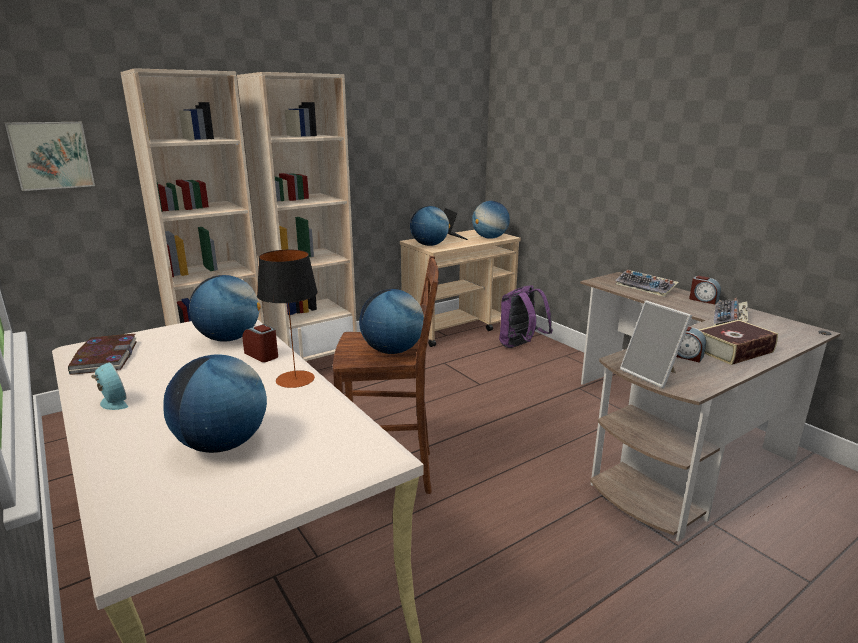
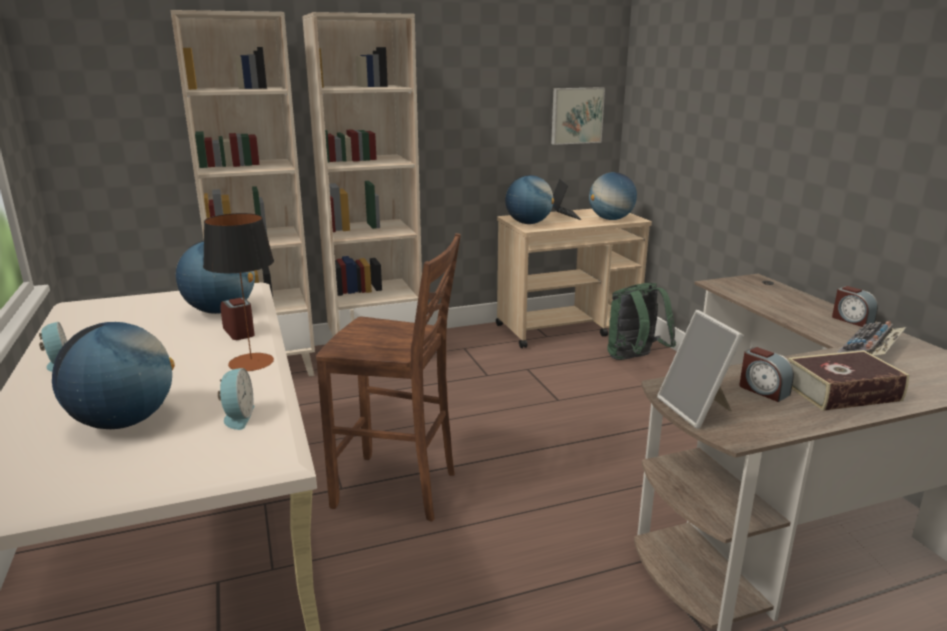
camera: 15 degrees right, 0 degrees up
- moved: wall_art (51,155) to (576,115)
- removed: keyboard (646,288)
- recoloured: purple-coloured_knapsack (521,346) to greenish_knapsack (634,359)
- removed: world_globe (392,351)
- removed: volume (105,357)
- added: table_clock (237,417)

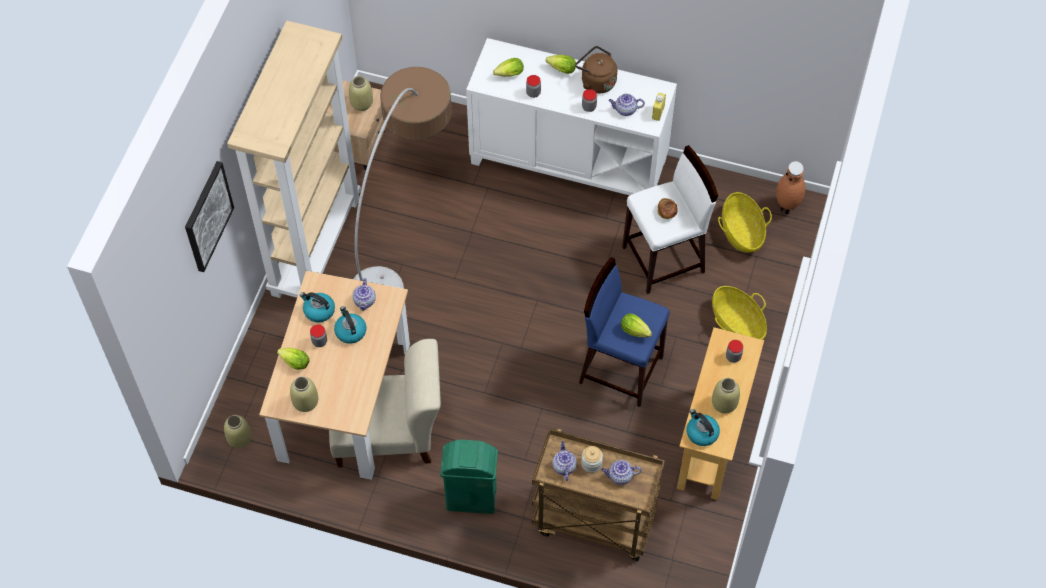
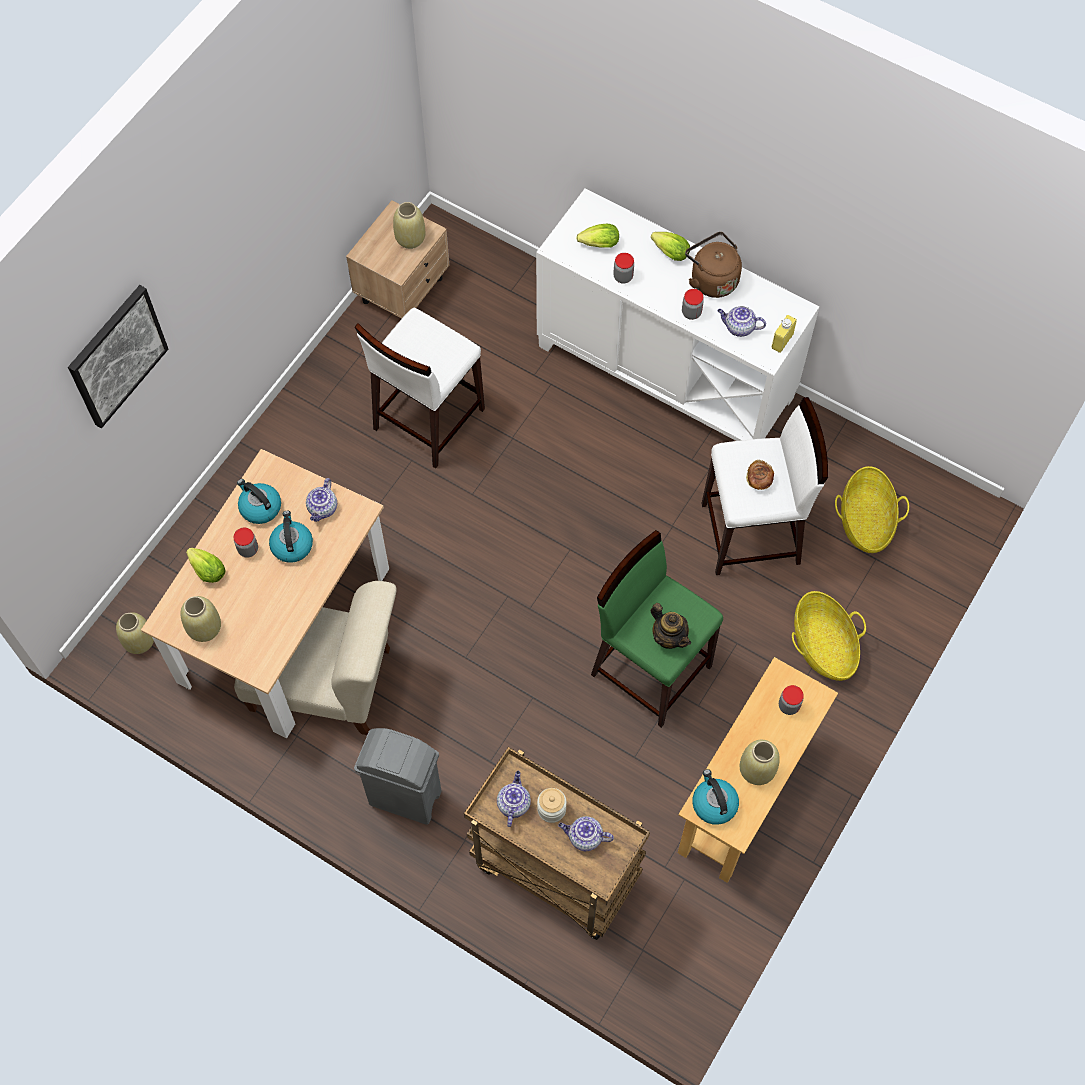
camera: 15 degrees right, 5 degrees up
- removed: beige_bookshelf (315,245)
- replaced: standard_lamp (405,233) to white-coloured_stool (427,419)
- removed: brown_decorative_vase (787,207)
- recoloured: bluish_stool (620,369) to greenish_stool (651,669)
- replaced: lettuce_head (636,332) to teapot (669,637)
- recoloured: greenish_rubbish_bin (470,499) to grey_rubbish_bin (404,797)

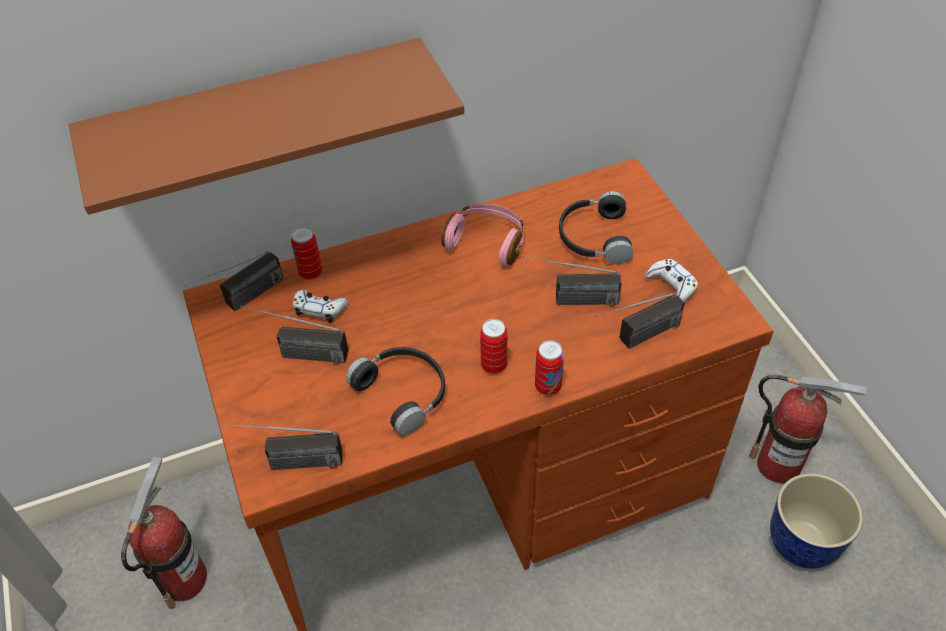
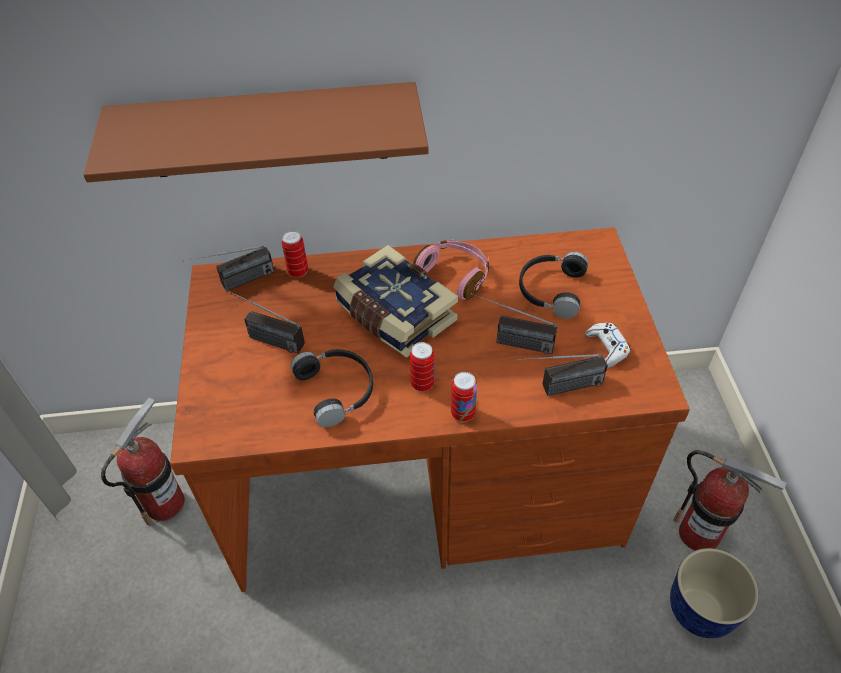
camera: 15 degrees right, 0 degrees up
- removed: white-coloured_game_controller (320,309)
- removed: radio_receiver (287,463)
- added: volume (394,315)

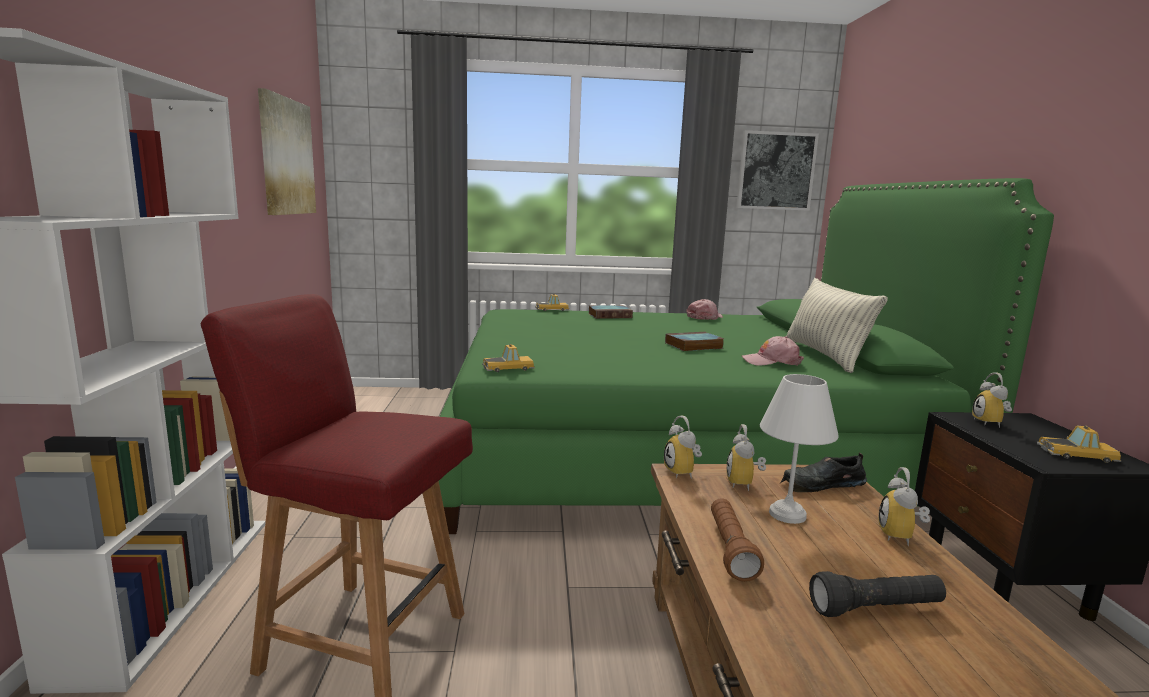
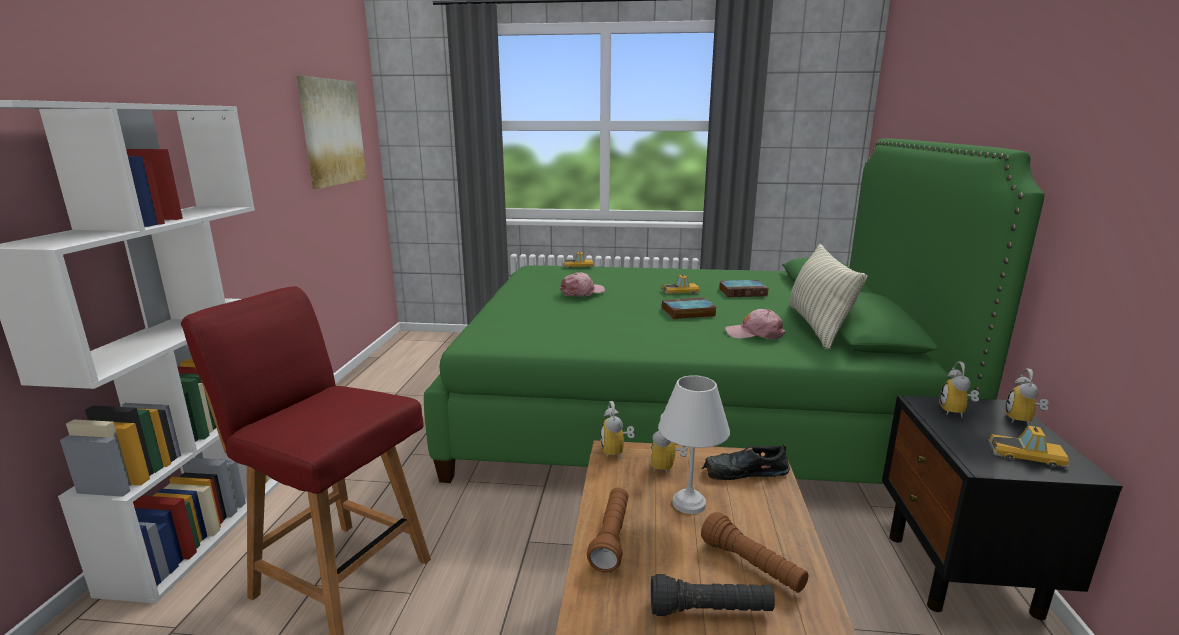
camera: 10 degrees right, 5 degrees up
- removed: wall_art (775,171)
- moved: pink_peaked_cap (705,317) to (582,292)
- moved: volume (610,315) to (743,292)
- moved: model_car (509,368) to (681,292)
- moved: table_clock (902,537) to (1023,421)
- added: brown_hand_torch (752,566)

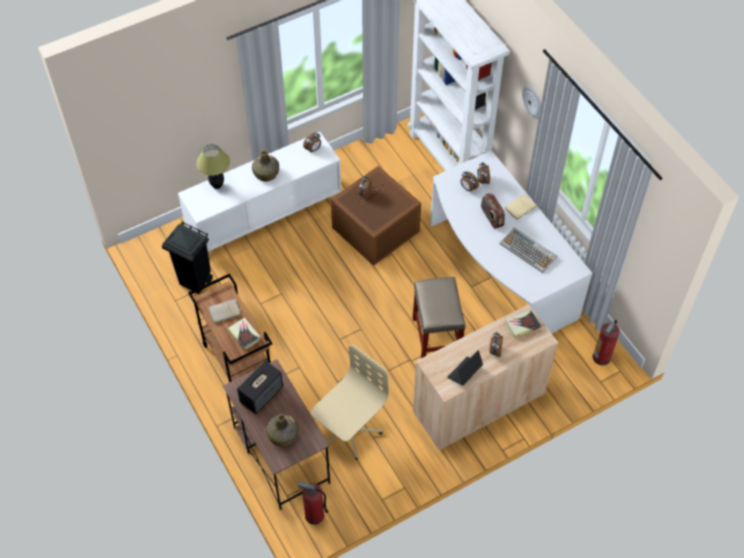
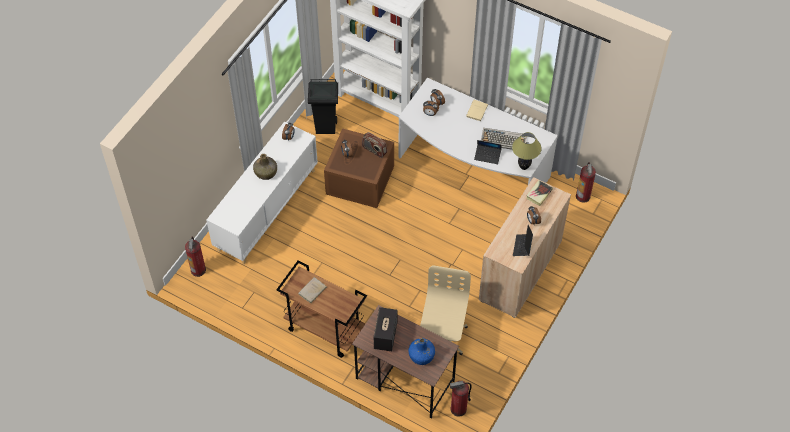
camera: 30 degrees left, 0 degrees up
- removed: clock_on_the_wall (533,102)
- moved: tabletop_lamp (217,185) to (523,167)
- moved: radio_receiver (491,217) to (374,150)
- moved: black_rubbish_bin (195,281) to (326,127)
- removed: beige_stool (436,337)
- removed: volume (244,335)
- recoloured: greenish_bottle (283,435) to bluish_bottle (421,355)
- added: laptop (487,156)
- added: fire_extinguisher (198,270)

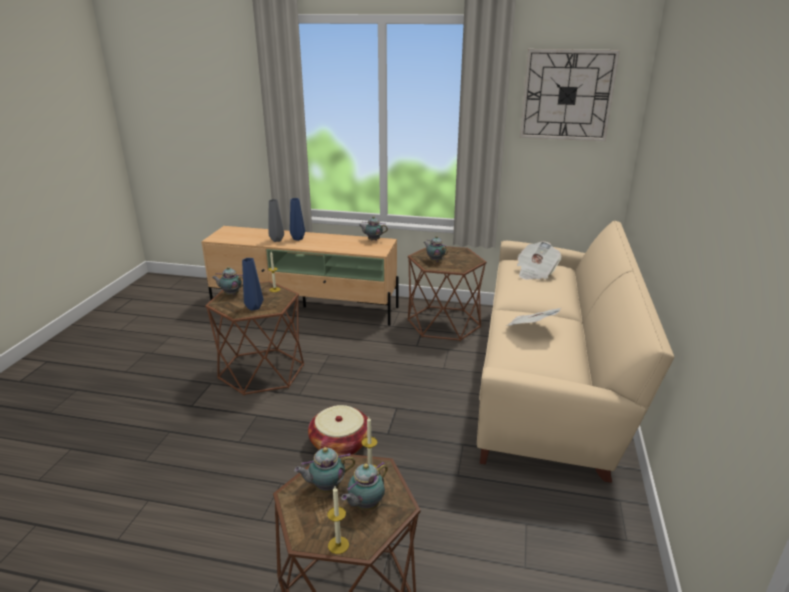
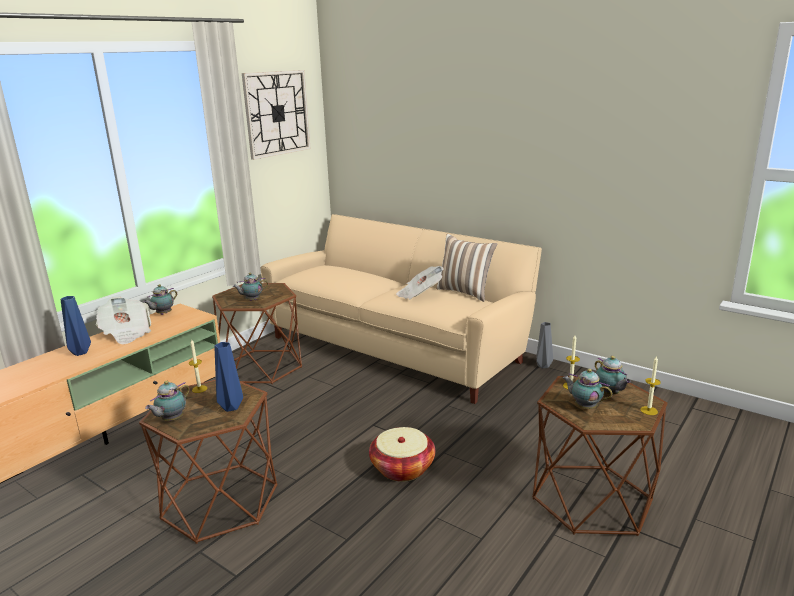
camera: 65 degrees left, 5 degrees down
- moved: grey_decorative_vase (277,240) to (543,365)
- moved: newspaper (535,272) to (126,333)
- turned: teapot (325,487) = (584,407) 120 degrees clockwise
- added: cushion (465,292)

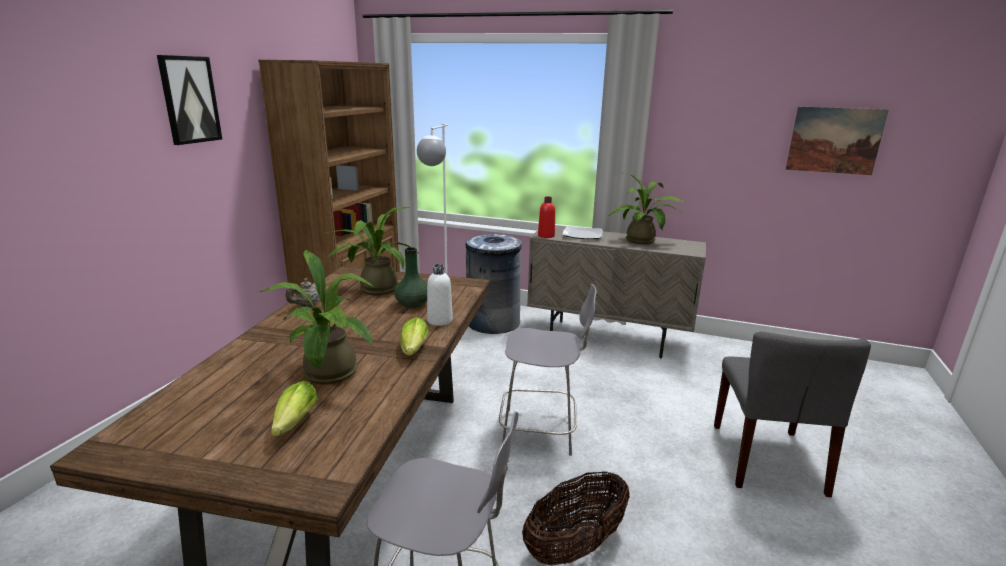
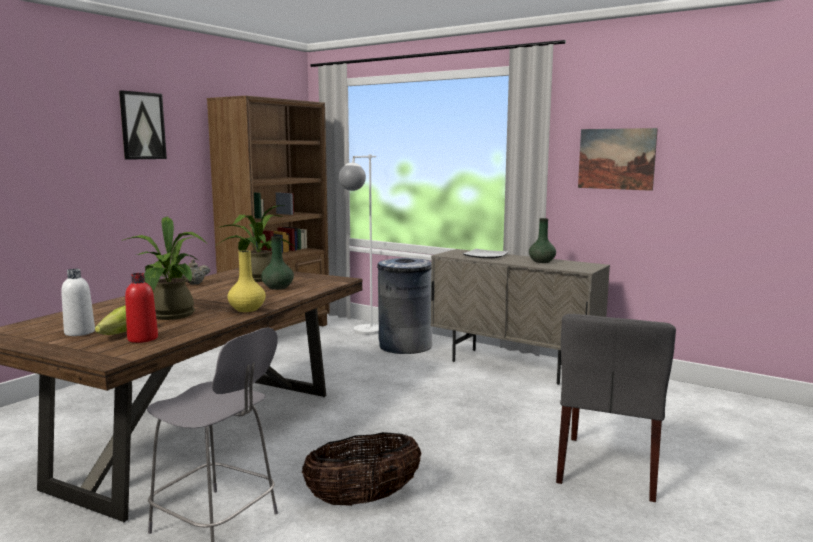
camera: 15 degrees right, 10 degrees down
- moved: wall_art (834,140) to (616,159)
- replaced: plant_in_a_pot (643,241) to greenish_decorative_vase (541,261)
- moved: red_bottle (546,236) to (142,339)
- moved: white-coloured_bottle (440,320) to (79,332)
- removed: grey_stool (541,432)
- replaced: lettuce_head (413,351) to yellowish_decorative_vase (247,309)

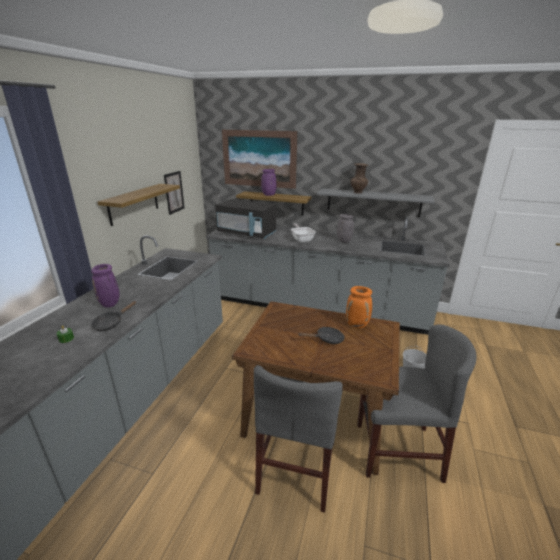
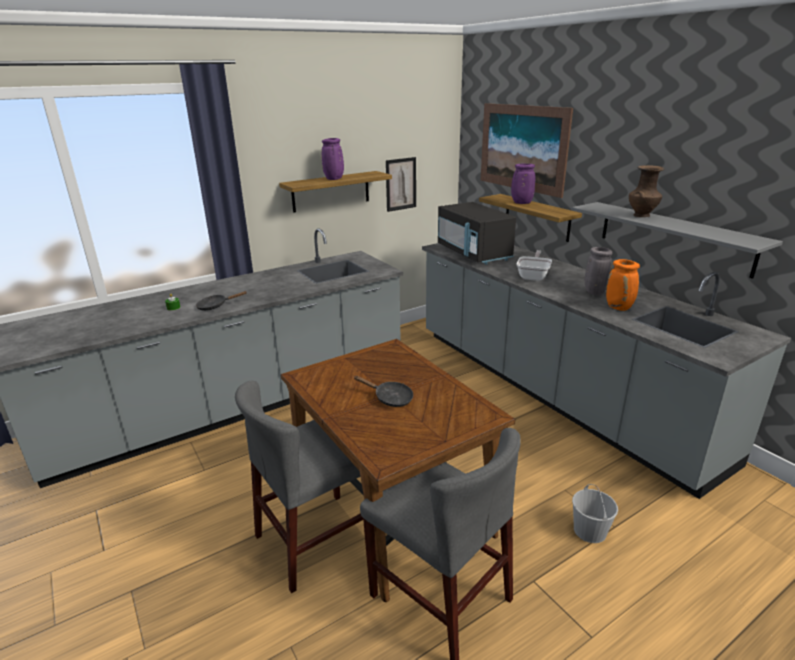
camera: 40 degrees right, 0 degrees up
- moved: purple-coloured_decorative_vase (110,304) to (334,179)
- moved: orange_decorative_vase (357,325) to (619,308)

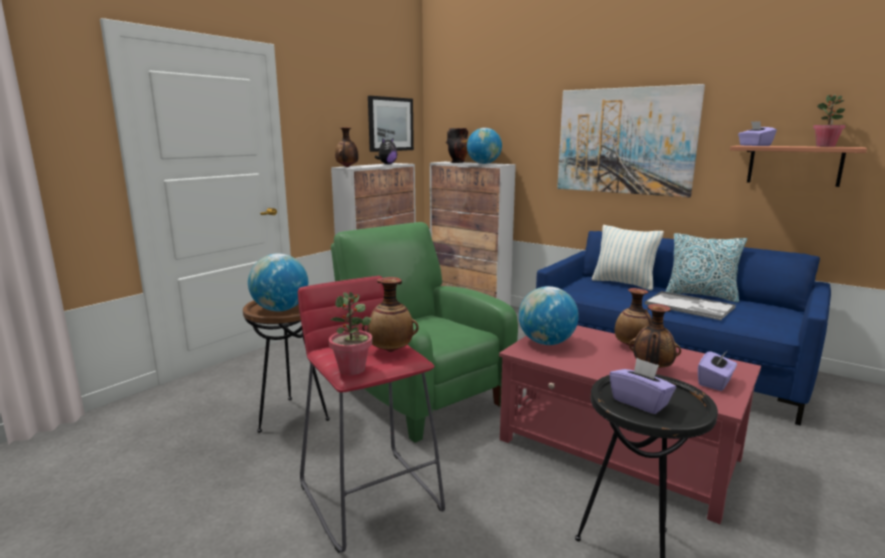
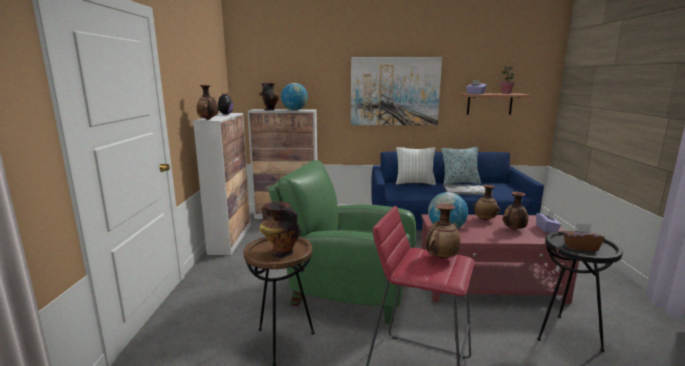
camera: 35 degrees left, 0 degrees up
- removed: wall_art (390,124)
- replaced: world_globe (280,309) to decorative_vase (280,252)
- removed: plant_in_a_pot (352,369)
- recoloured: purple-coloured_tissue_holder (640,402) to brown_tissue_holder (580,247)

